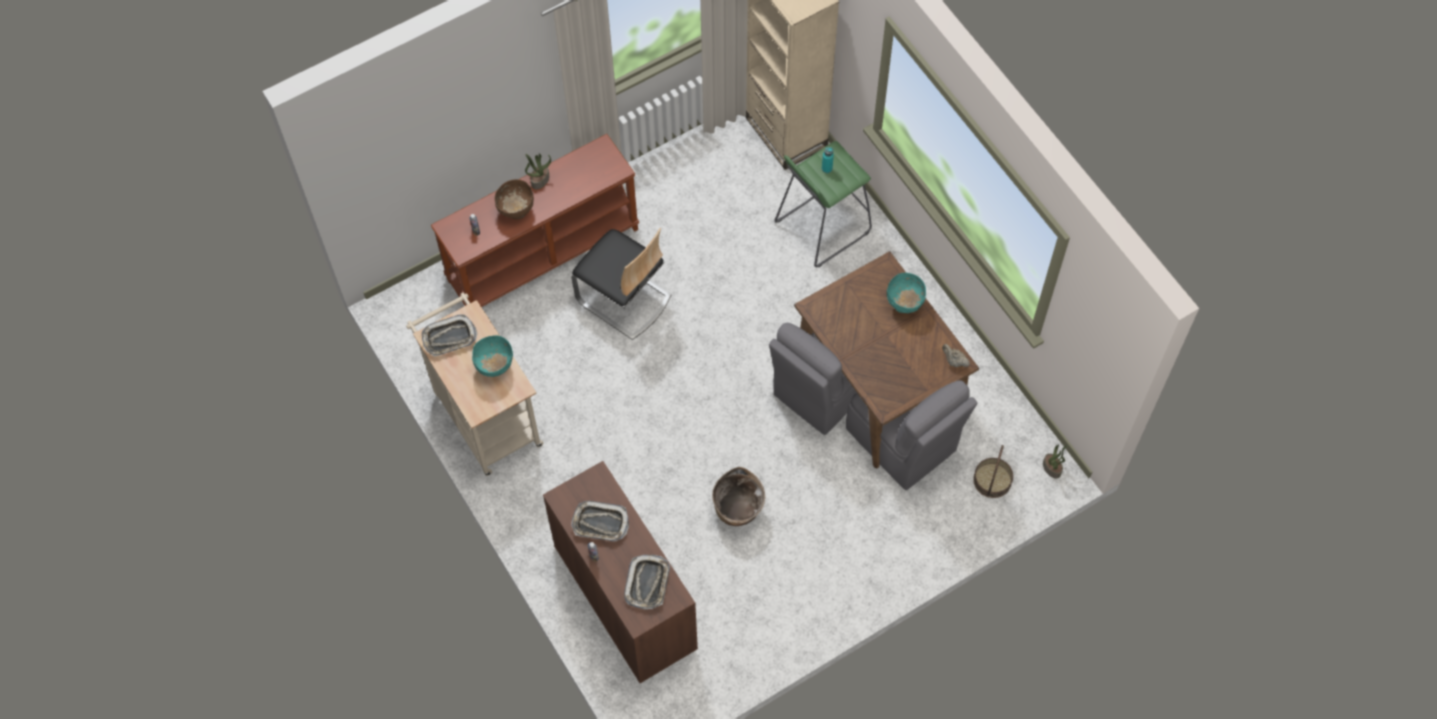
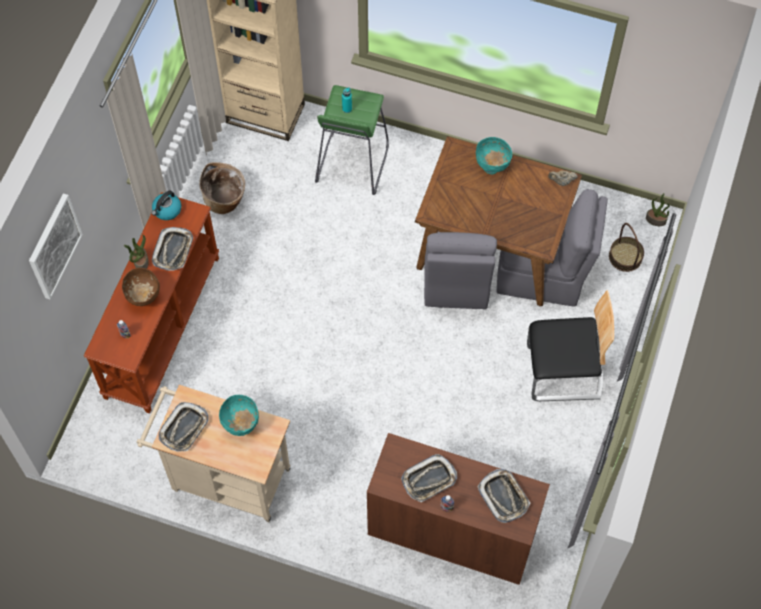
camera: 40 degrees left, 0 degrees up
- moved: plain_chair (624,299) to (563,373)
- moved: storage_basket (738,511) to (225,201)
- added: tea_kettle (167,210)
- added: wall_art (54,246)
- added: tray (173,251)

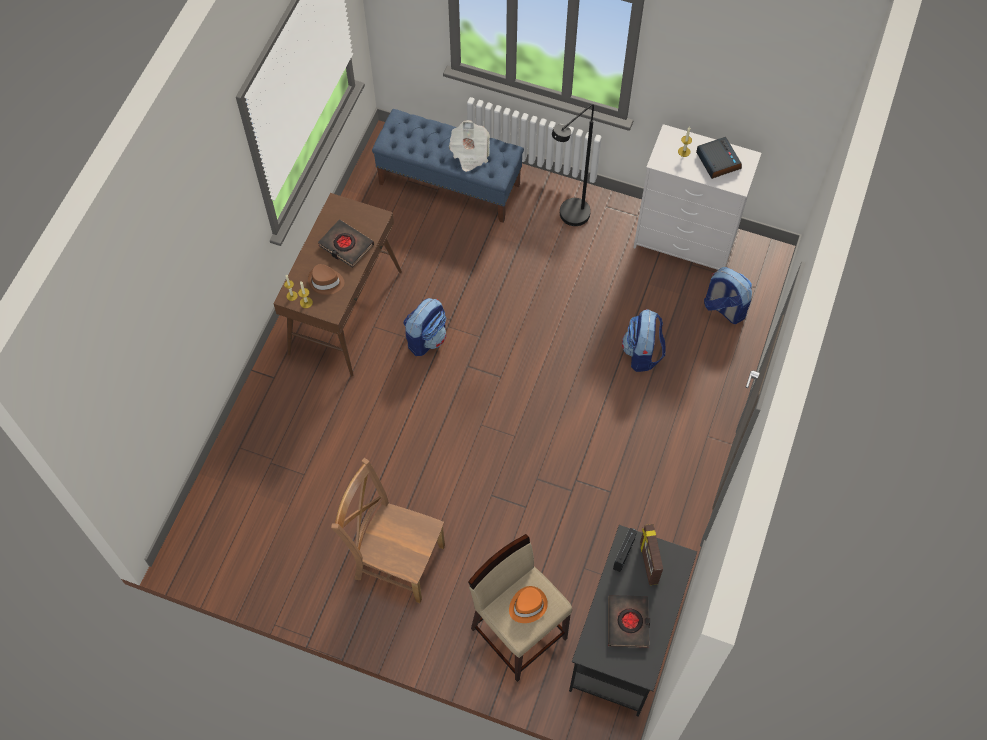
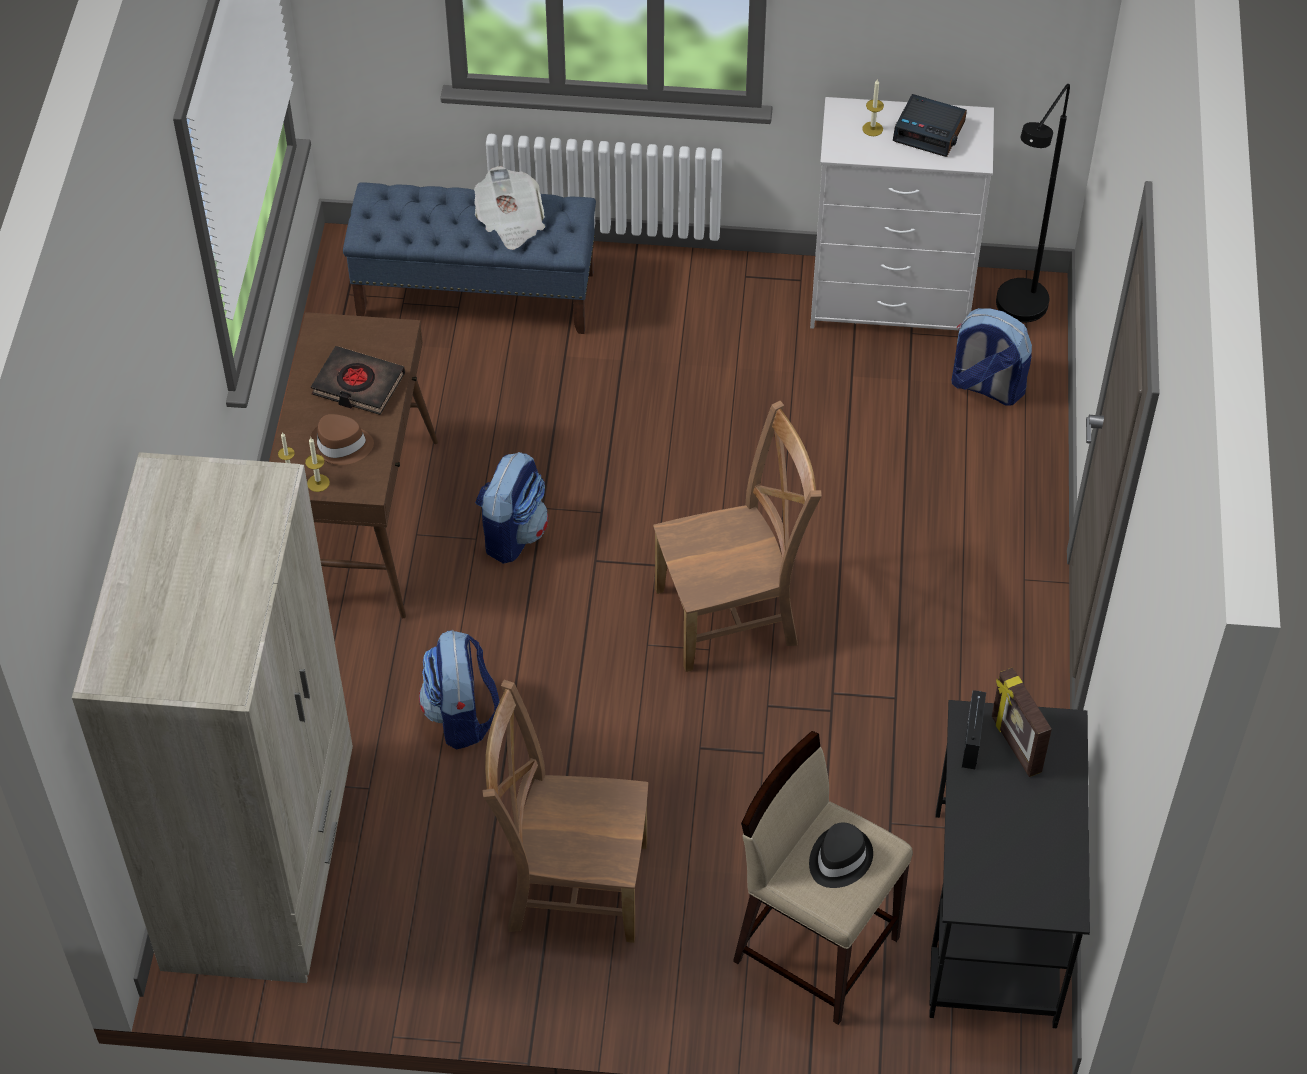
camera: 15 degrees left, 10 degrees down
- moved: black_standard_lamp (569,219) to (1017,314)
- turned: table_clock (717,160) = (930,131) 150 degrees clockwise
- moved: knapsack (642,353) to (461,716)
- recoloured: orange_clothing_hat (527,605) to black_clothing_hat (839,859)
- removed: black_volume (628,622)
- added: brown_plain_chair (732,615)
- added: beige_clothes_cupboard (262,859)

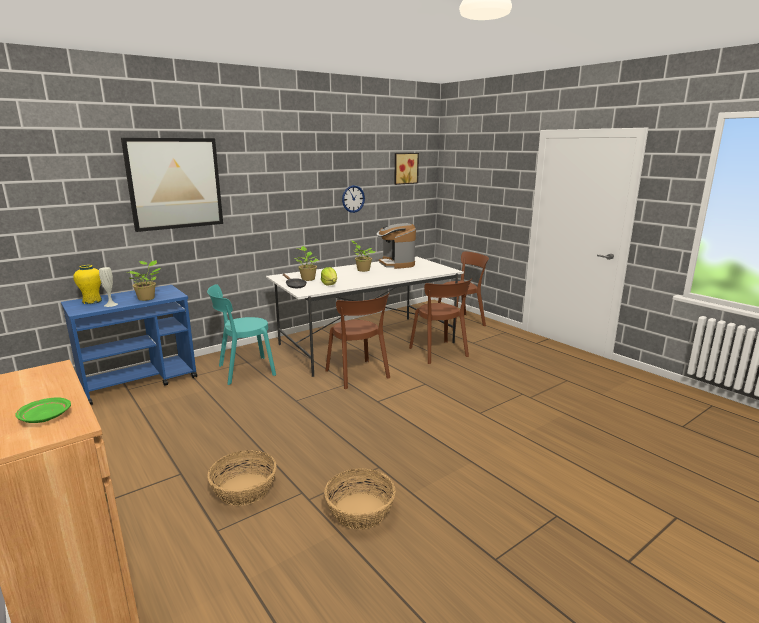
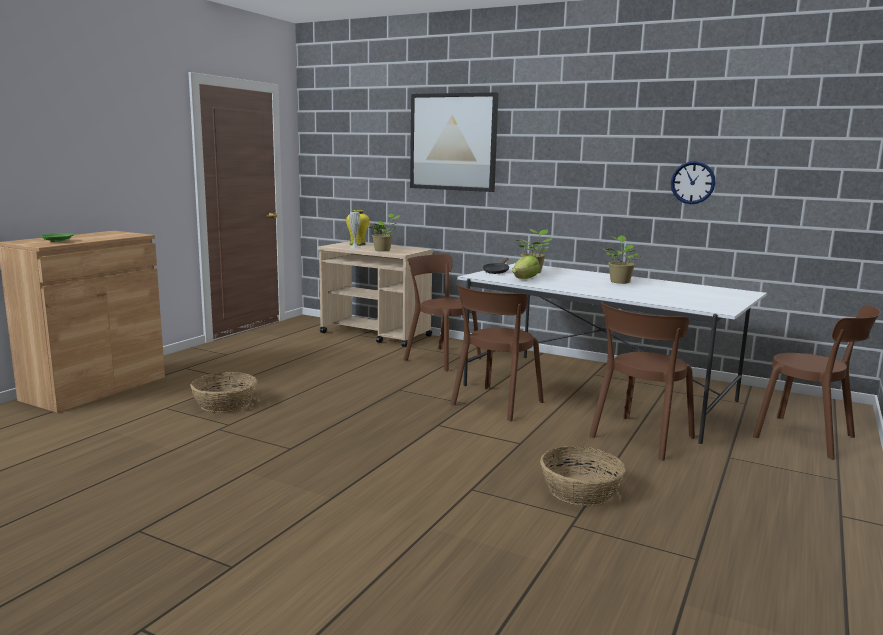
camera: 65 degrees right, 5 degrees down
- removed: wall_art (405,168)
- removed: coffee_machine (396,264)
- recoloured: turquoise_plain_chair (243,371) to brown_plain_chair (439,358)
- recoloured: bluish_trolley (140,382) to beige_trolley (376,334)
- moved: storage_basket (360,511) to (580,491)

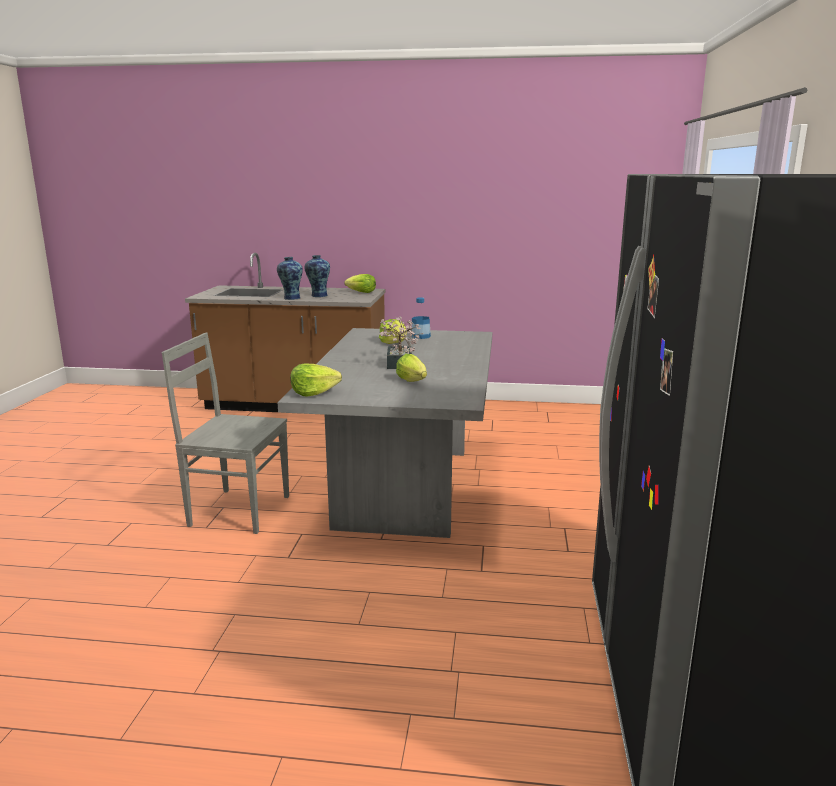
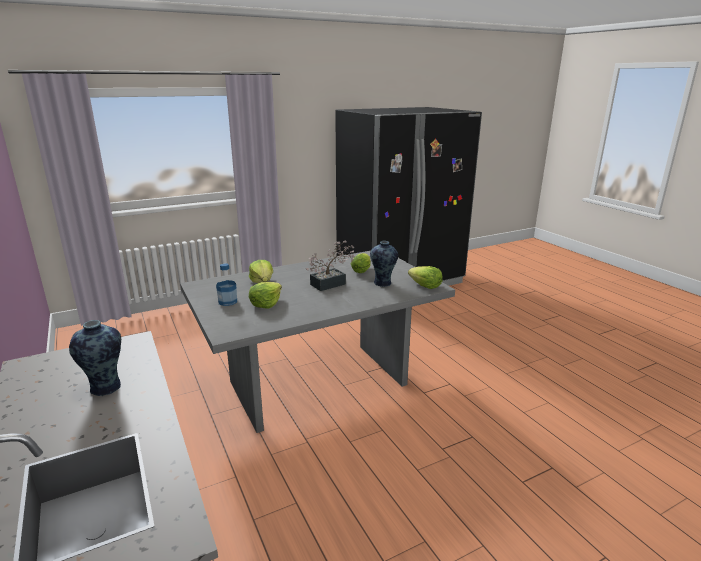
camera: 125 degrees left, 5 degrees up
- moved: decorative_vase (291,298) to (383,283)
- moved: lettuce_head (361,292) to (262,281)
- removed: grey_plain_chair (237,510)

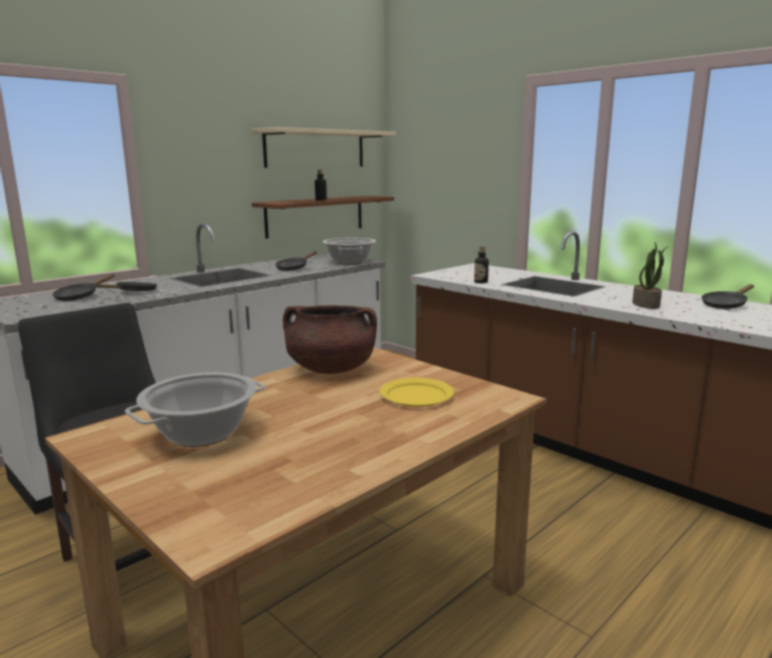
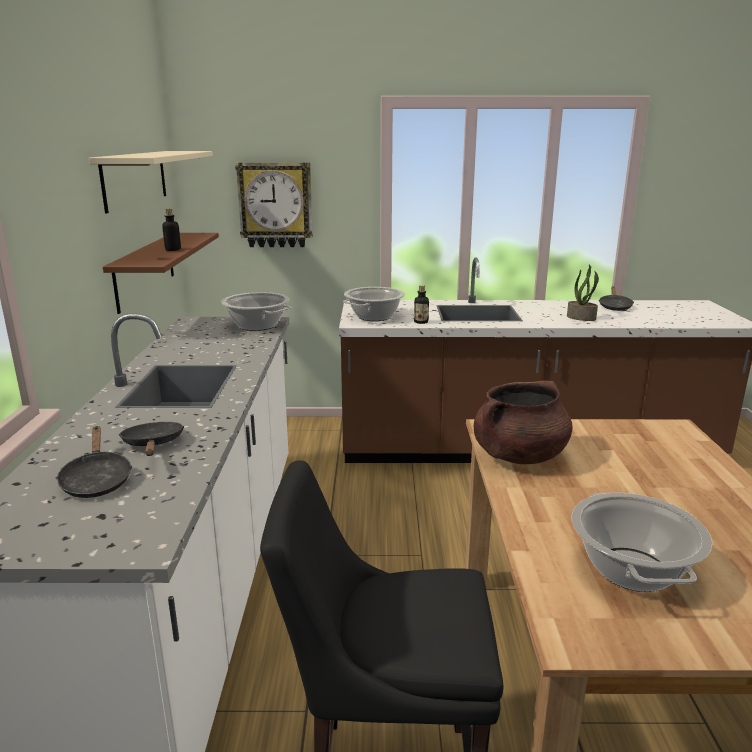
camera: 45 degrees left, 5 degrees up
- removed: black_skillet (294,268)
- removed: yellowish_plate (416,395)
- added: clock_on_the_wall (275,205)
- added: stockpot (374,317)

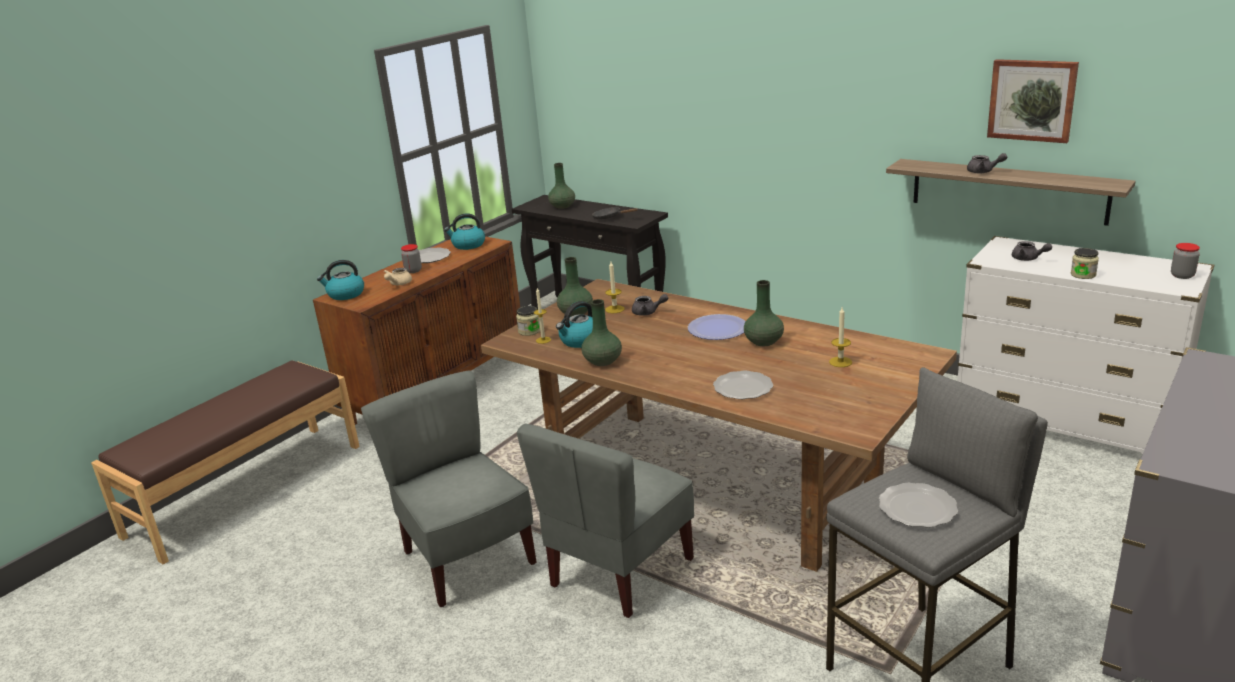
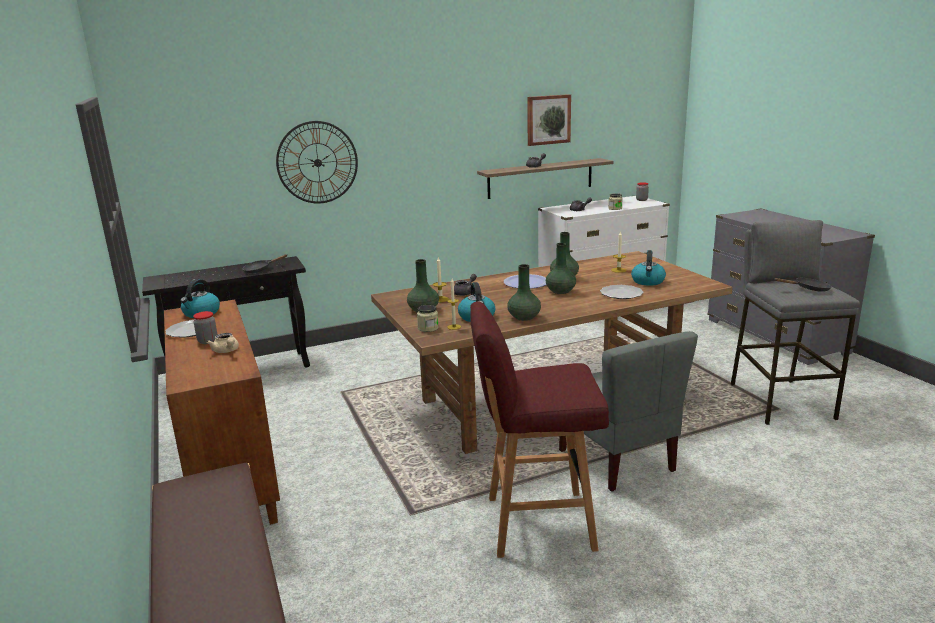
camera: 60 degrees left, 5 degrees down
- moved: greenish_decorative_vase (562,206) to (560,291)
- moved: tea_kettle (345,294) to (648,281)
- replaced: grey_plain_chair (466,559) to red_stool (536,523)
- replaced: plate (916,508) to black_skillet (808,289)
- added: clock_on_the_wall (317,162)

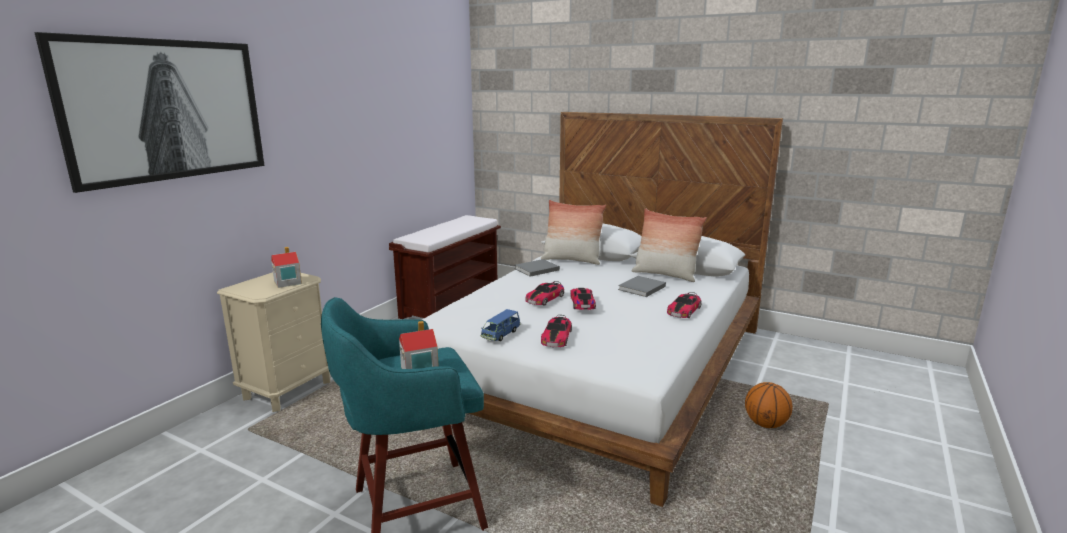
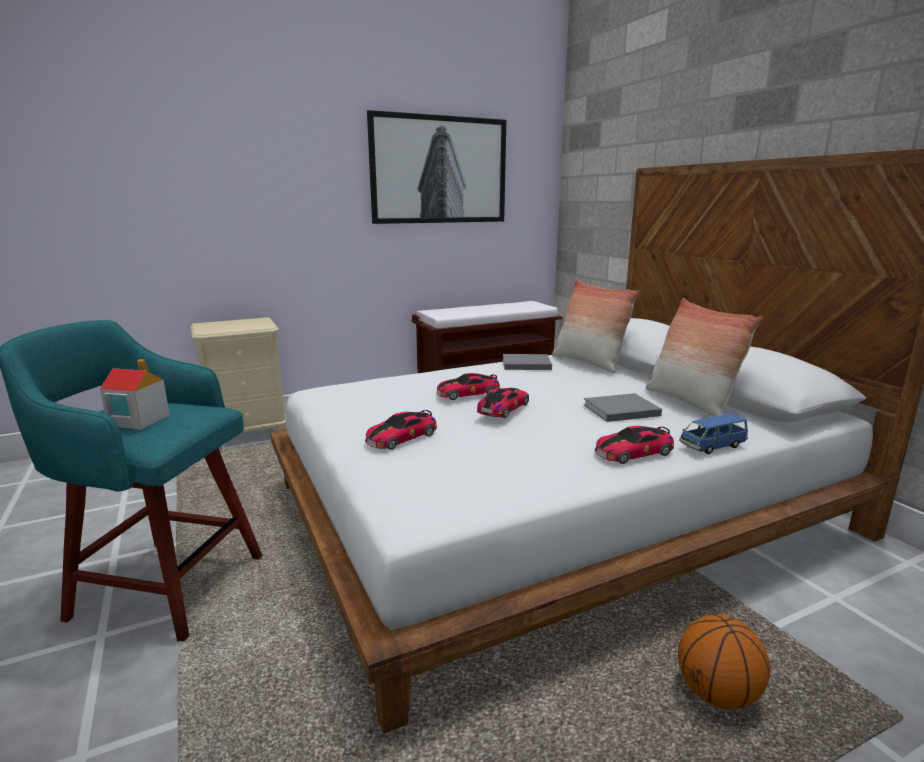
camera: 35 degrees right, 0 degrees up
- moved: wall_art (167,110) to (440,170)
- removed: toy_house (287,282)
- moved: bluish_model_car (501,334) to (712,446)

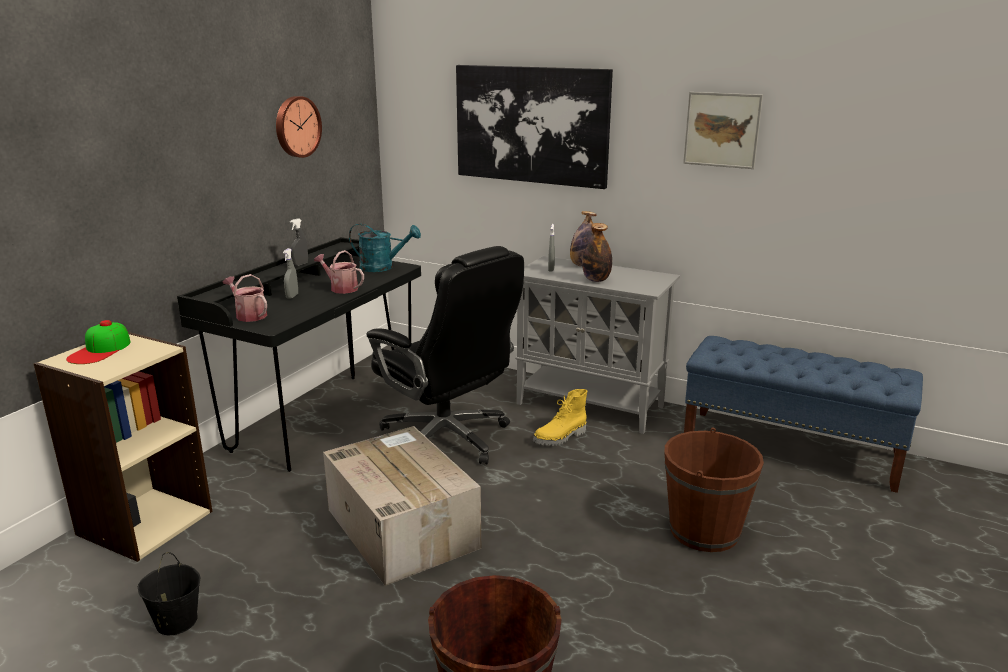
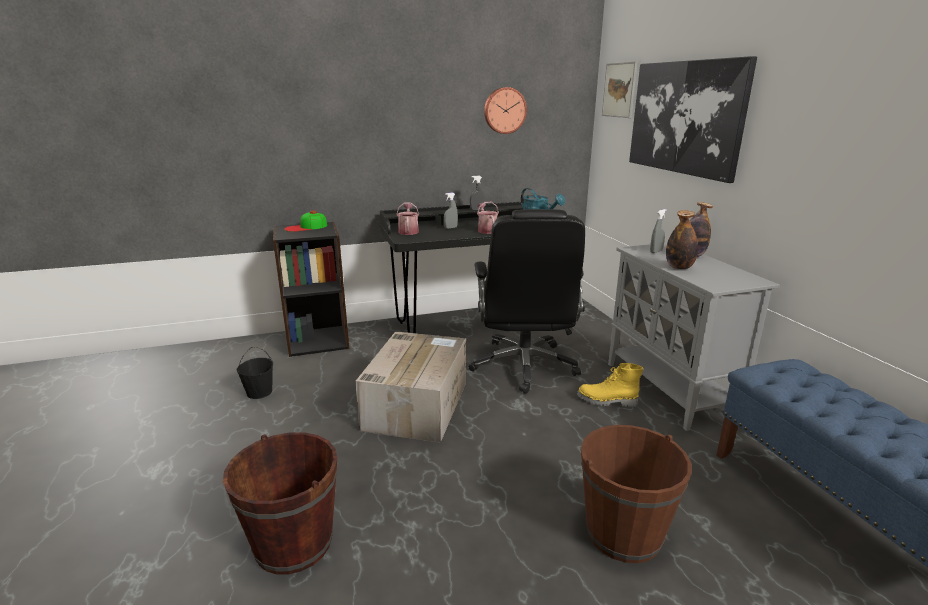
camera: 45 degrees right, 0 degrees up
- moved: wall_art (722,130) to (619,90)
- recoloured: beige_bookshelf (144,522) to black_bookshelf (318,340)

